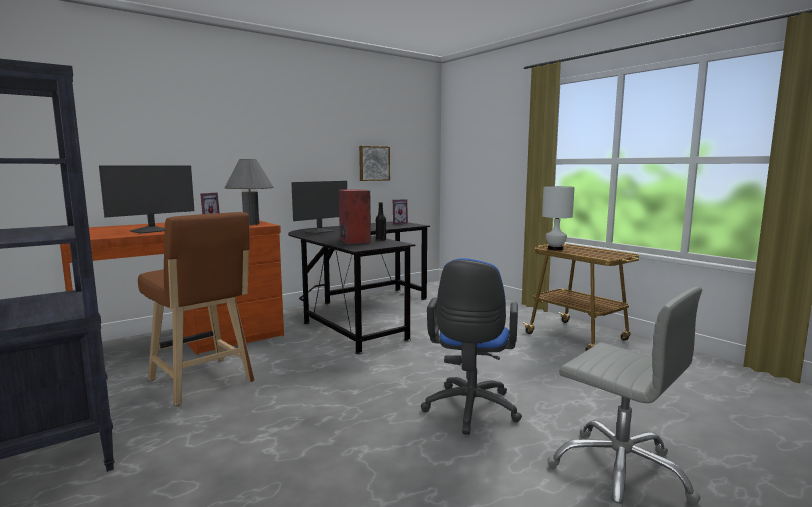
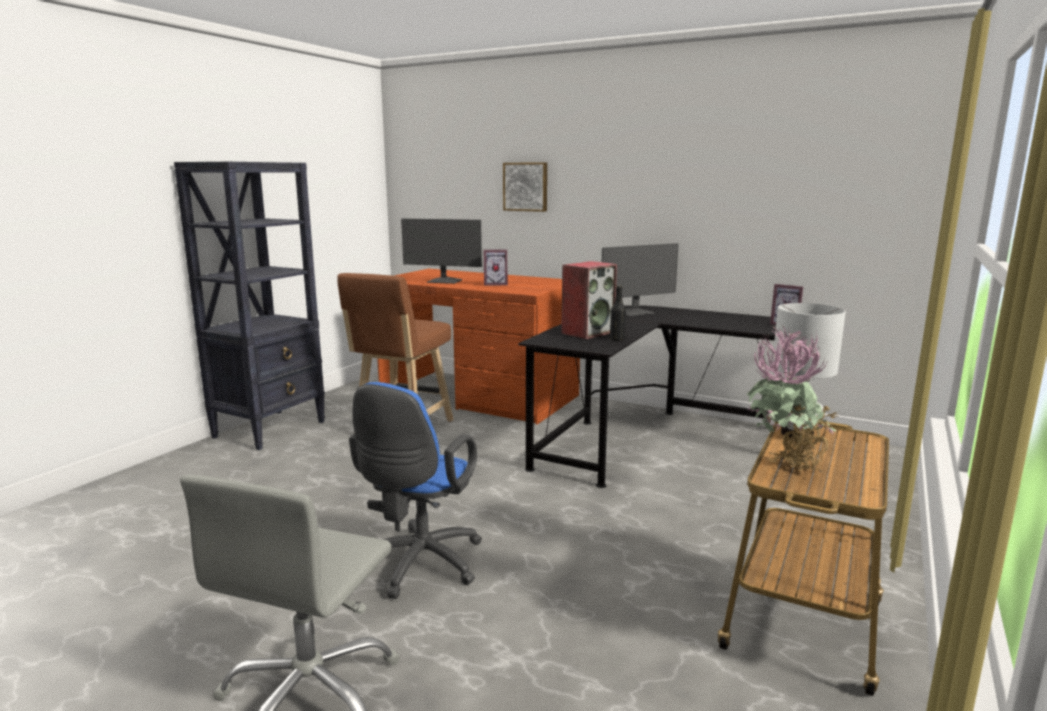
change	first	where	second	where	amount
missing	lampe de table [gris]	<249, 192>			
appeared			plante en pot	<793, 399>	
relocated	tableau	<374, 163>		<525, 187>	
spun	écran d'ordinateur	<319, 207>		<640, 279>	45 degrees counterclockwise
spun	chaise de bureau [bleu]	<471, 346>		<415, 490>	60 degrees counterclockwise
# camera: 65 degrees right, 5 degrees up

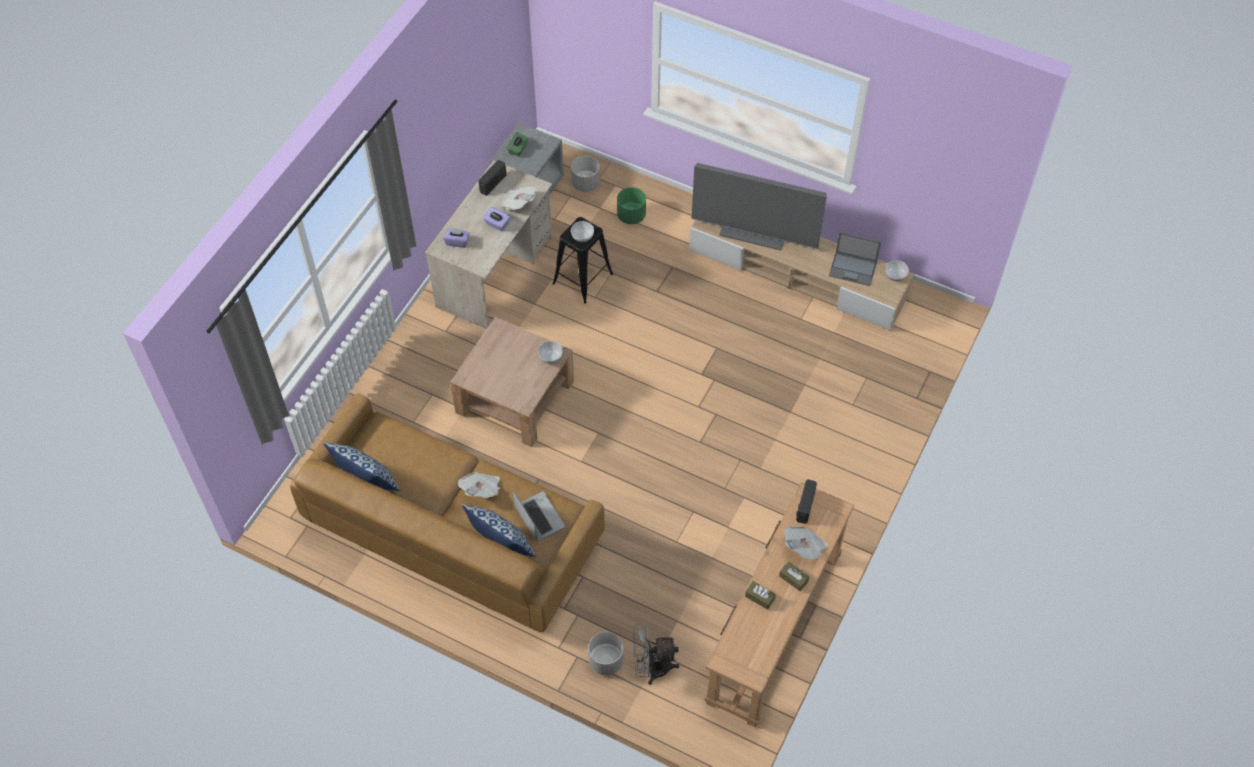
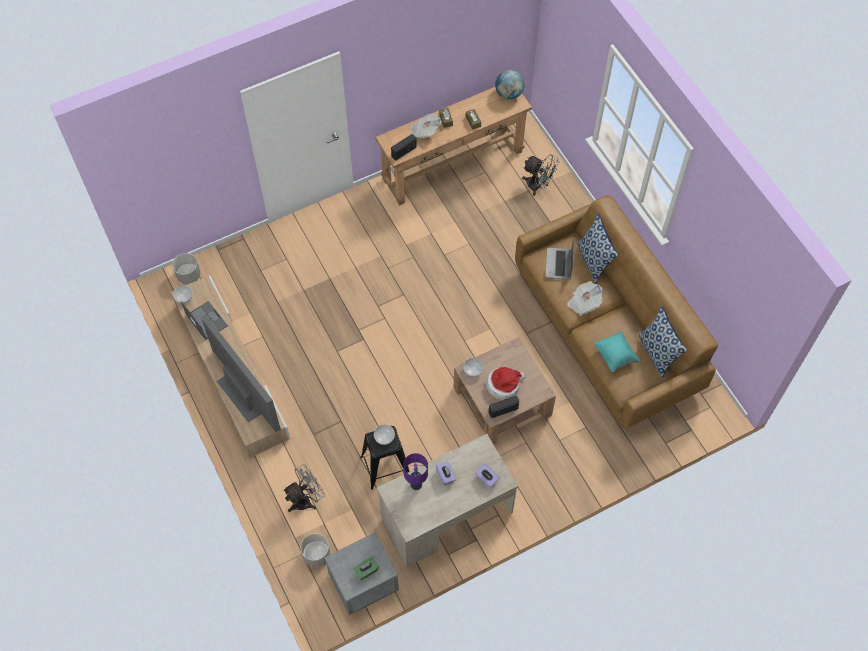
change	first	where	second	where	amount
appeared			chapeau	<506, 383>	
appeared			globe	<510, 85>	
appeared			coussin [turquoise]	<617, 351>	
relocated	radio	<492, 178>		<504, 407>	
relocated	cache-pot [gris]	<606, 653>		<186, 268>	
exchanged	journal	<518, 198>	lampe de table [violet]	<415, 471>	
exchanged	cache-pot [vert]	<631, 205>	ventilateur [gris]	<304, 488>	
# camera: 145 degrees left, 5 degrees up

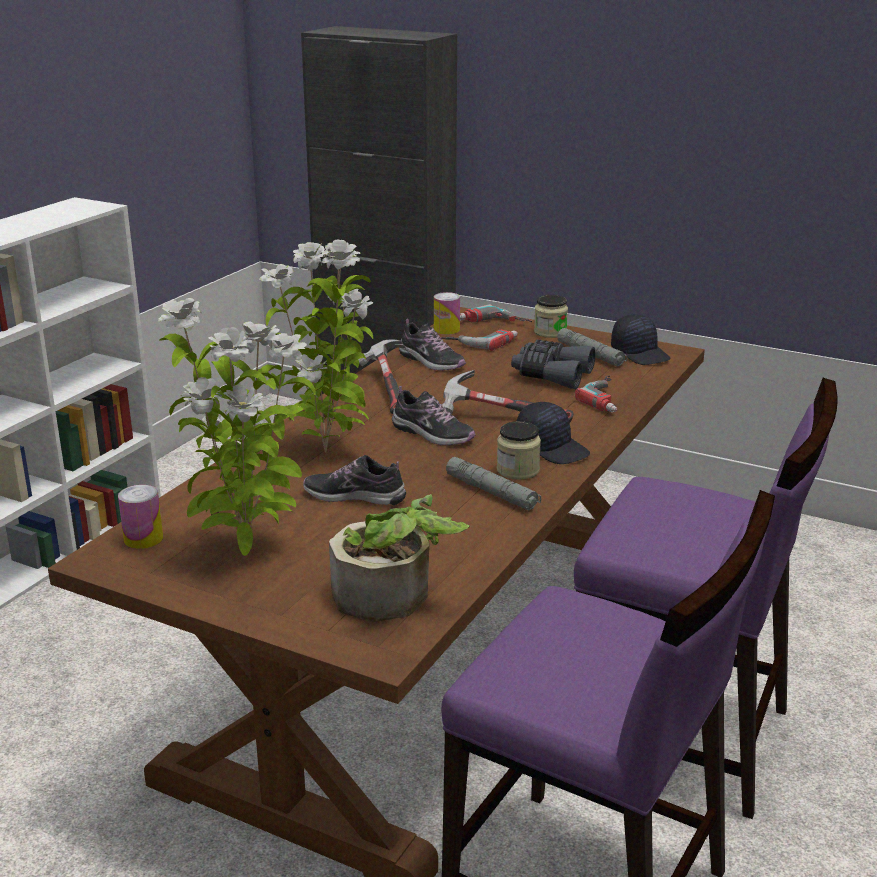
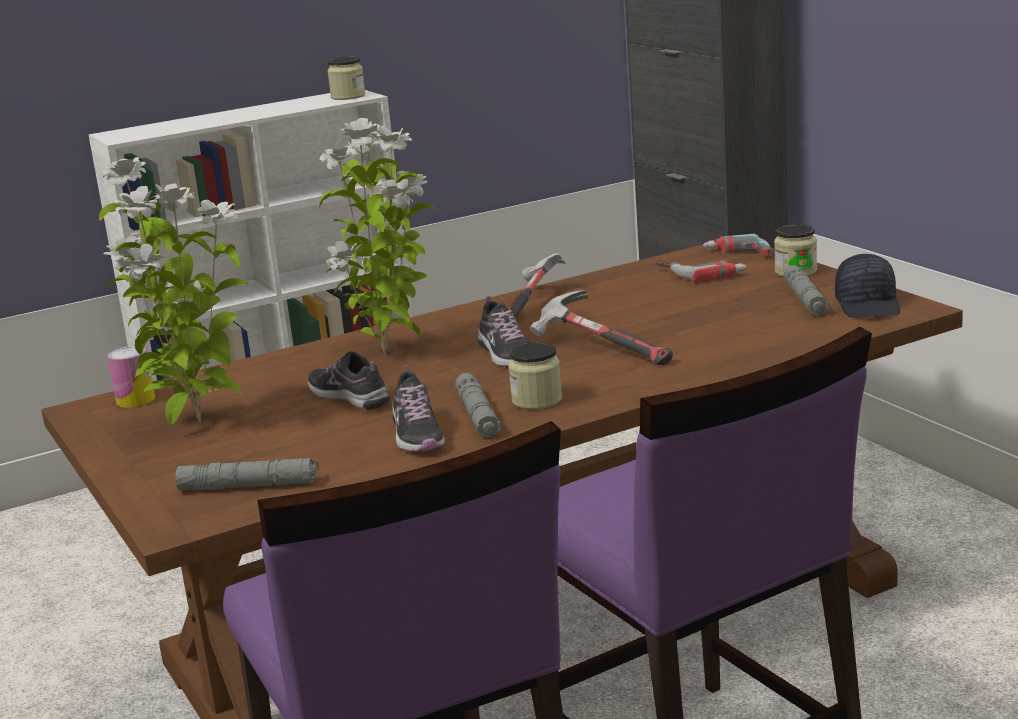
change	first	where	second	where	amount
missing	boîte métallique	<447, 313>			
missing	jumelles [gris]	<553, 364>			
missing	casquette [noir]	<553, 433>			
missing	perceuse	<596, 393>			
appeared			bocal	<346, 78>	
relocated	chaussure	<432, 345>		<418, 408>	
exchanged	plante en pot	<399, 558>	lampe de poche [gris]	<247, 474>	
# camera: 35 degrees right, 5 degrees down

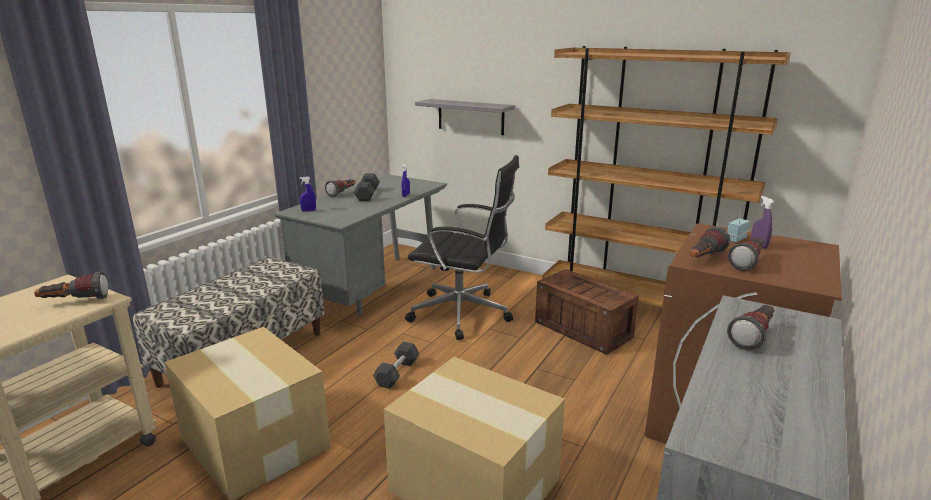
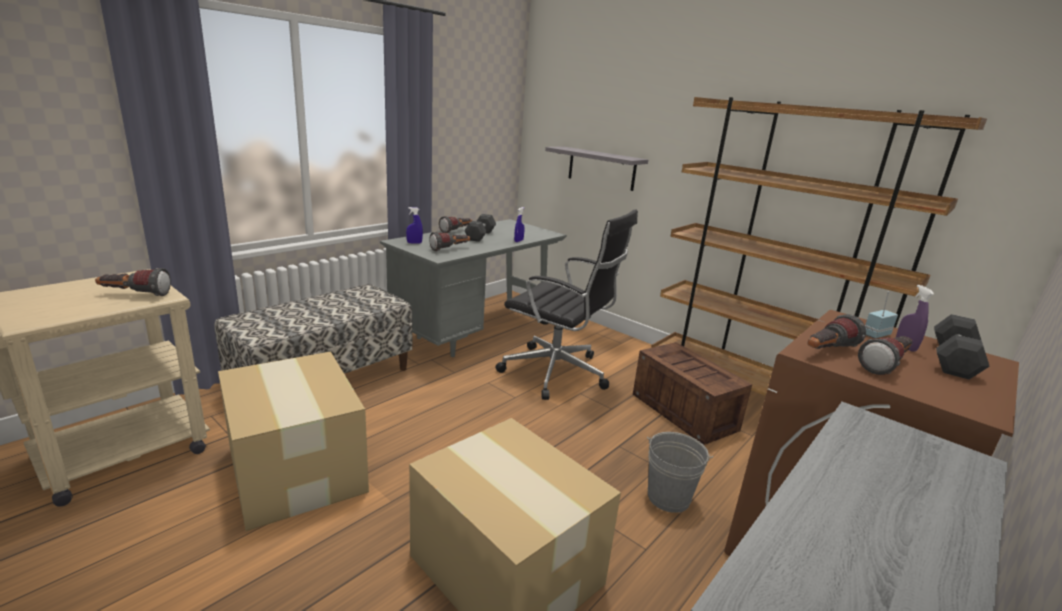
change	first	where	second	where	amount
appeared			seau [gris]	<680, 472>	
relocated	haltère [gris]	<396, 365>		<962, 346>	
relocated	lampe de poche	<750, 327>		<449, 241>	
# camera: 10 degrees right, 0 degrees up

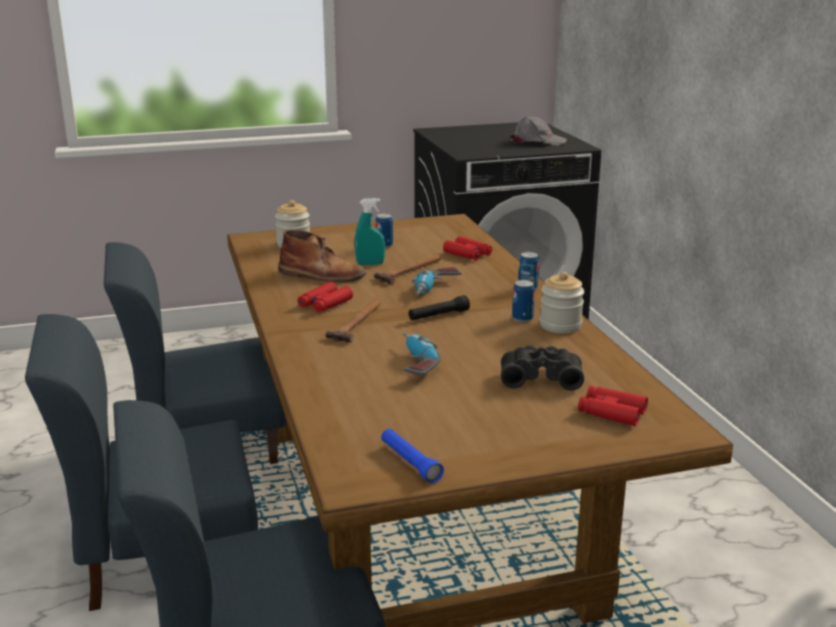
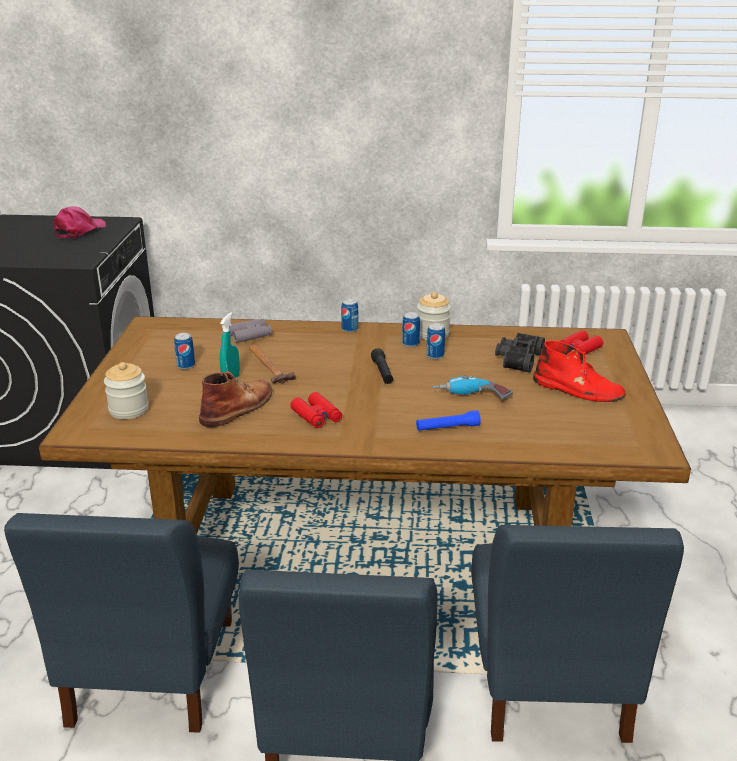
change	first	where	second	where	amount
missing	marteau	<353, 321>			
missing	perceuse	<437, 281>			
appeared			boîte métallique	<435, 341>	
appeared			botte [rouge]	<579, 371>	
relocated	lampe de poche [bleu]	<412, 456>		<448, 420>	
colour	jumelles [rouge]	<467, 248>	jumelles [gris]	<250, 331>	
colour	casquette [gris]	<538, 131>	casquette [rose]	<79, 222>	
# camera: 70 degrees left, 5 degrees up

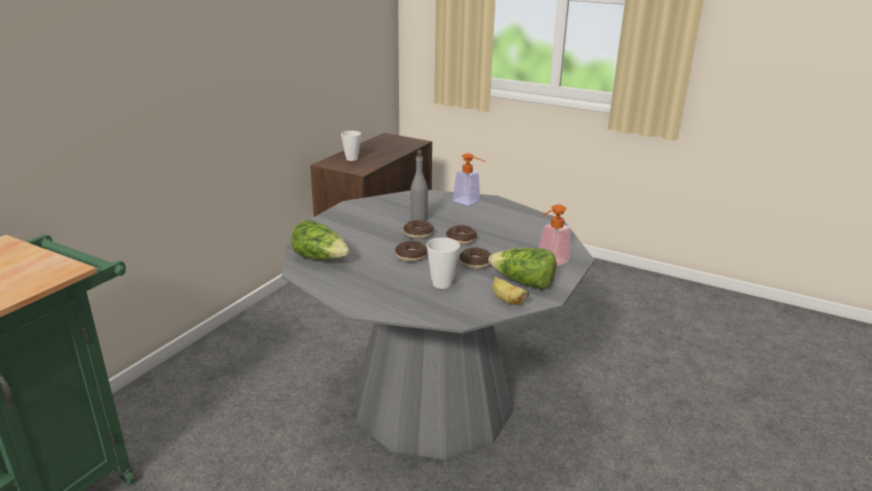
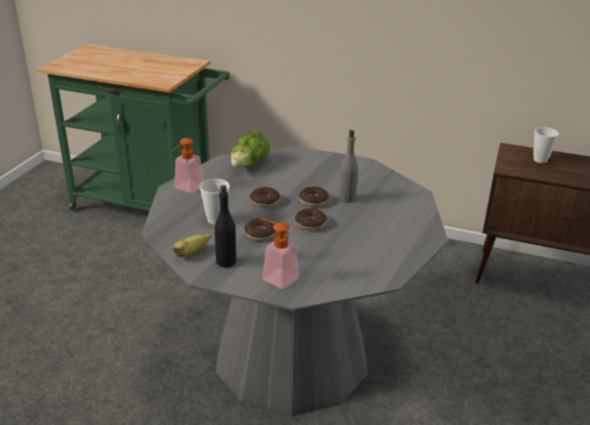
change	first	where	second	where	amount
relocated	distributeur de savon	<469, 179>		<188, 165>	
exchanged	laitue	<522, 269>	bouteille [noir]	<225, 226>	
# camera: 80 degrees right, 5 degrees up

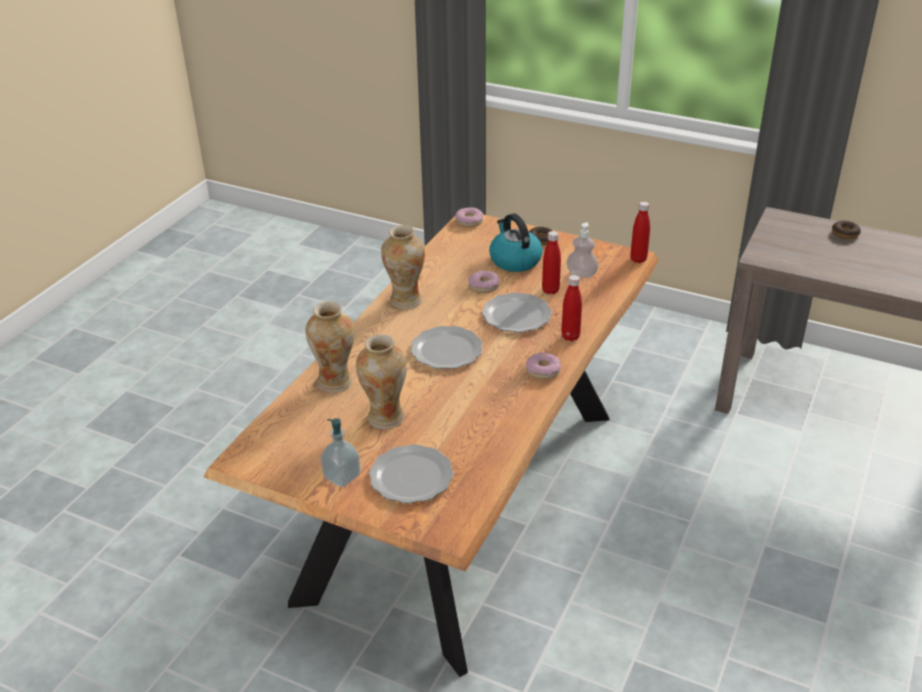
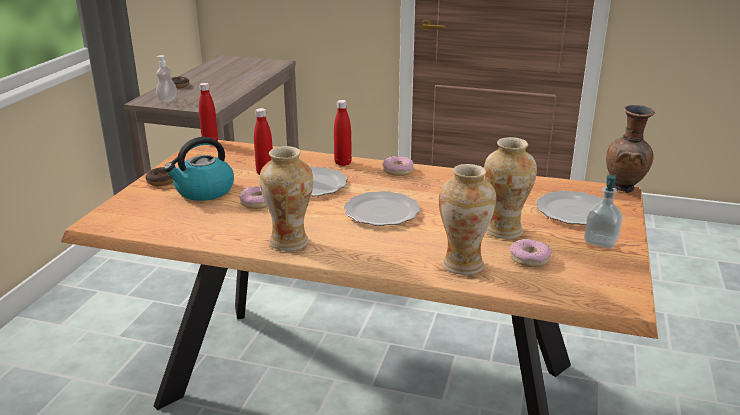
change	first	where	second	where	amount
appeared			vase [marron]	<630, 149>	
relocated	beignet	<469, 217>		<530, 253>	
relocated	distributeur de savon	<582, 250>		<166, 78>	
# camera: 100 degrees left, 10 degrees down

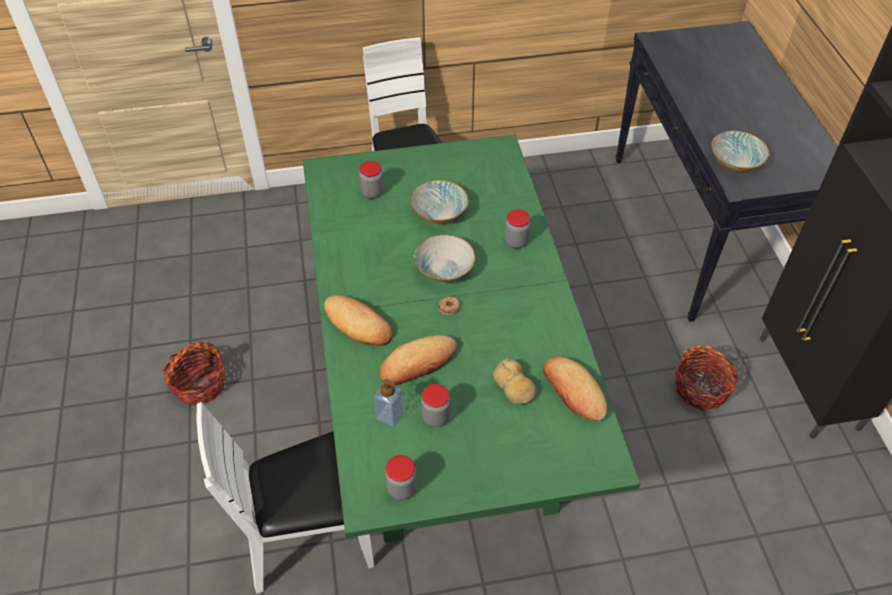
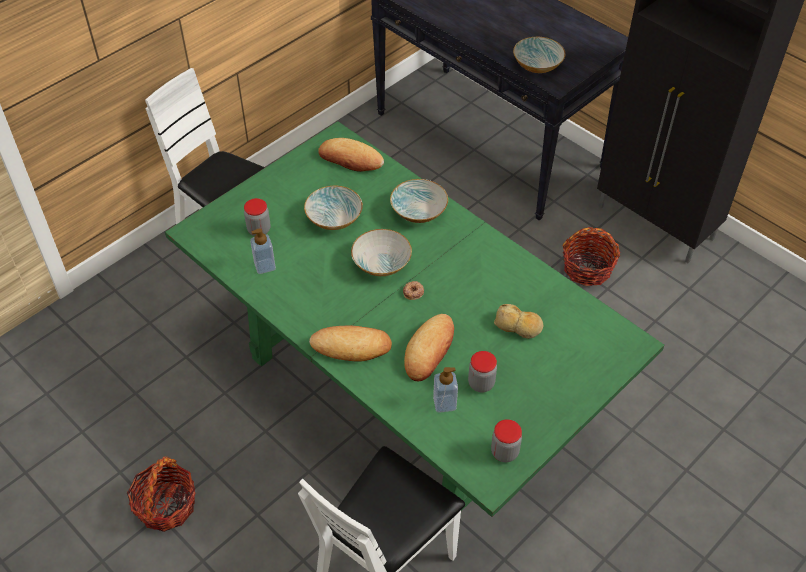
change	first	where	second	where	amount
appeared			distributeur de savon	<263, 251>	
relocated	pain	<575, 388>		<351, 155>	
exchanged	bocal	<517, 229>	bol	<419, 201>	
# camera: 35 degrees left, 0 degrees up

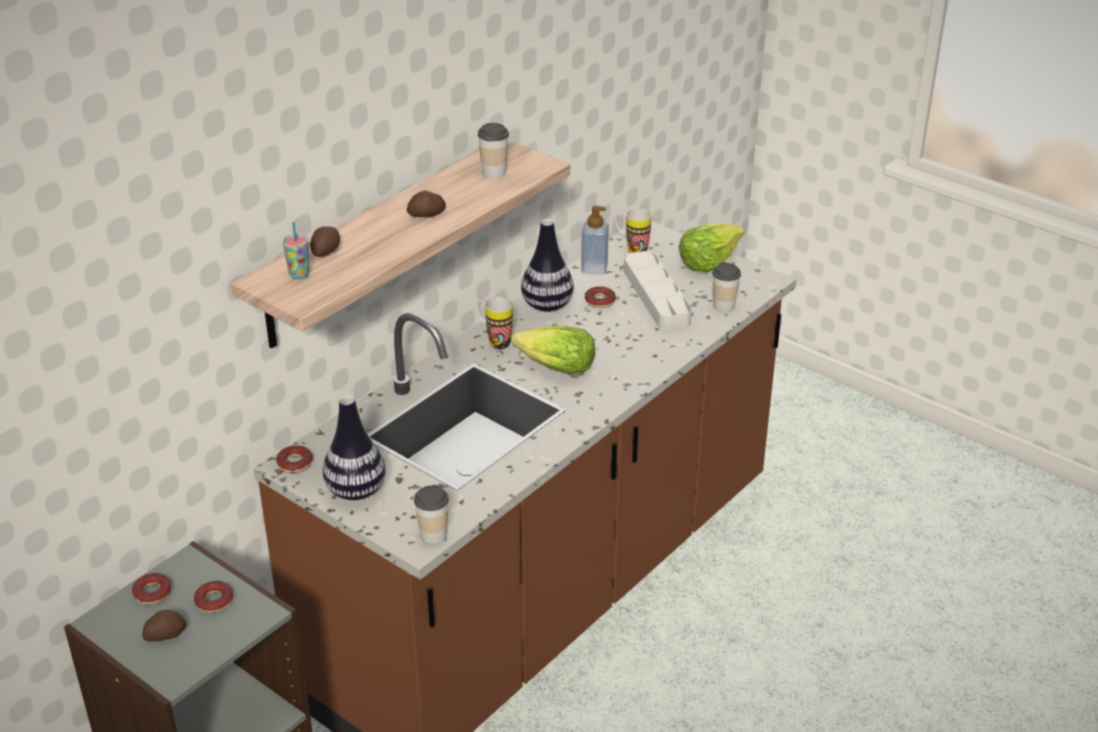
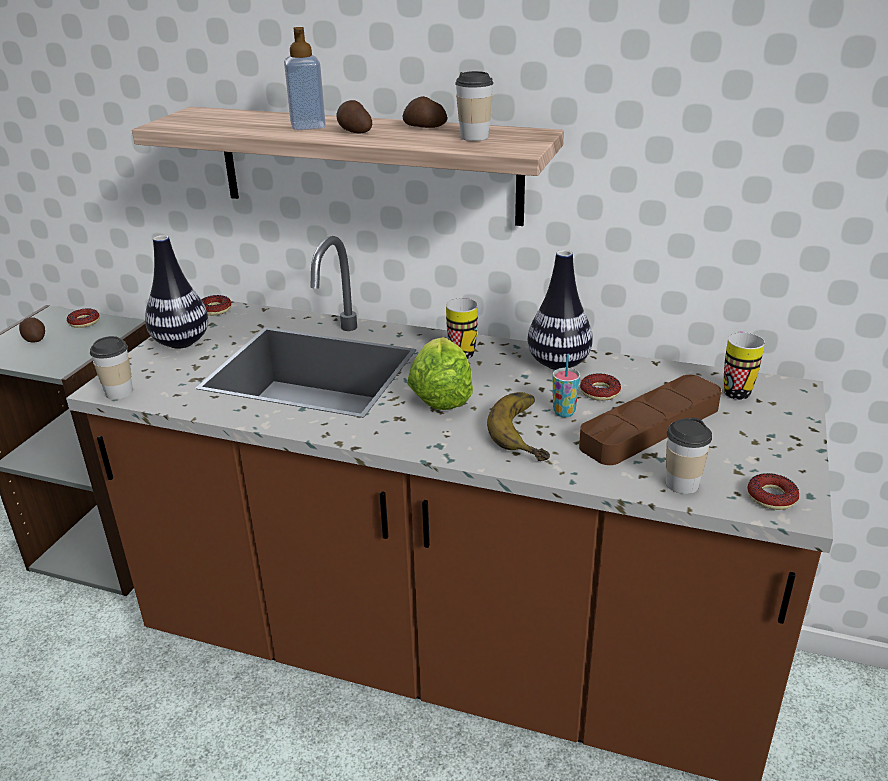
change	first	where	second	where	amount
missing	laitue	<711, 247>			
appeared			banane	<518, 426>	
relocated	beignet	<213, 597>		<773, 491>	
relocated	tasse	<296, 251>		<566, 385>	
relocated	pomme de terre	<325, 241>		<424, 112>	
relocated	distributeur de savon	<595, 240>		<305, 78>	
colour	plateau [gris]	<658, 290>	plateau [marron]	<650, 420>	
# camera: 70 degrees right, 5 degrees down

